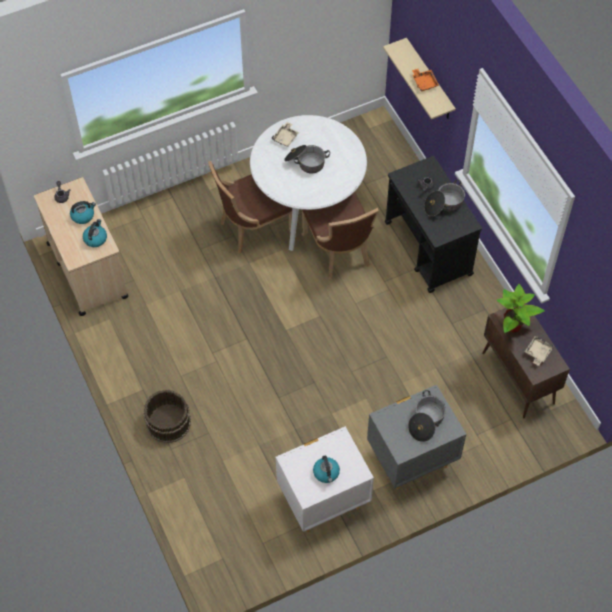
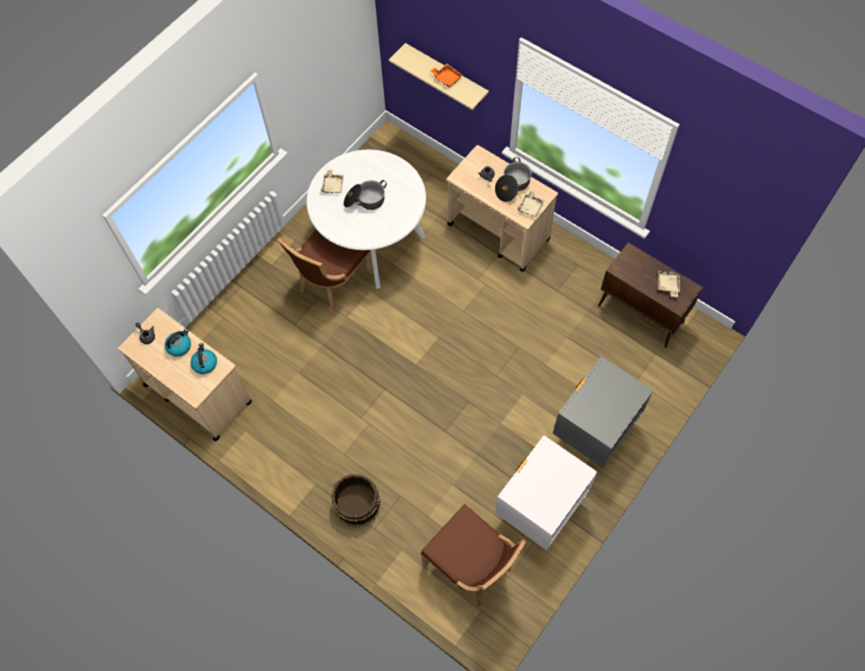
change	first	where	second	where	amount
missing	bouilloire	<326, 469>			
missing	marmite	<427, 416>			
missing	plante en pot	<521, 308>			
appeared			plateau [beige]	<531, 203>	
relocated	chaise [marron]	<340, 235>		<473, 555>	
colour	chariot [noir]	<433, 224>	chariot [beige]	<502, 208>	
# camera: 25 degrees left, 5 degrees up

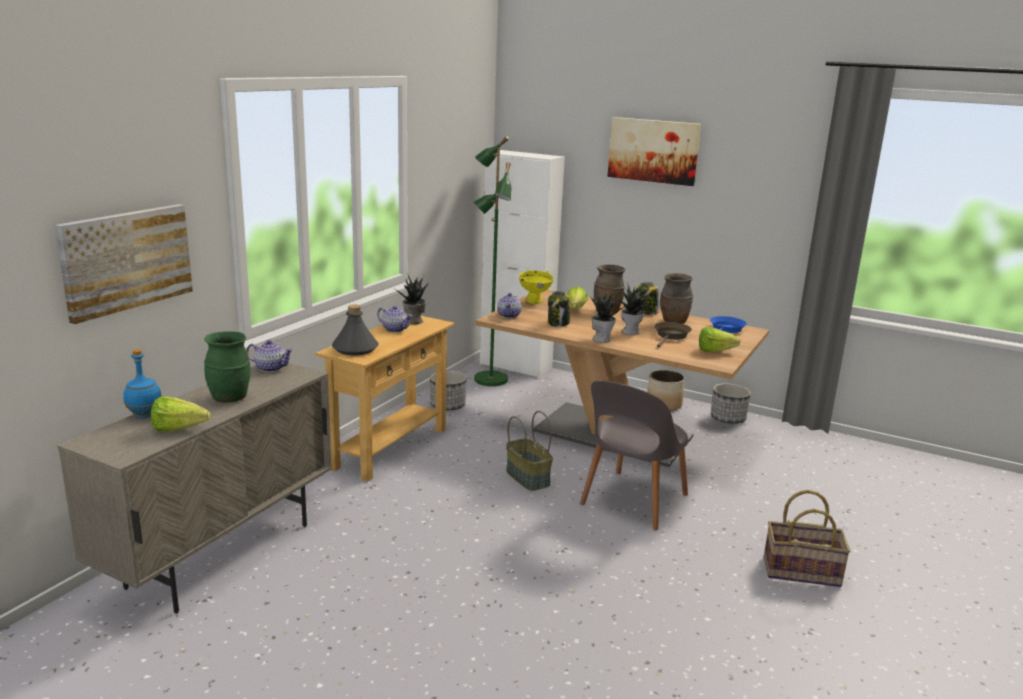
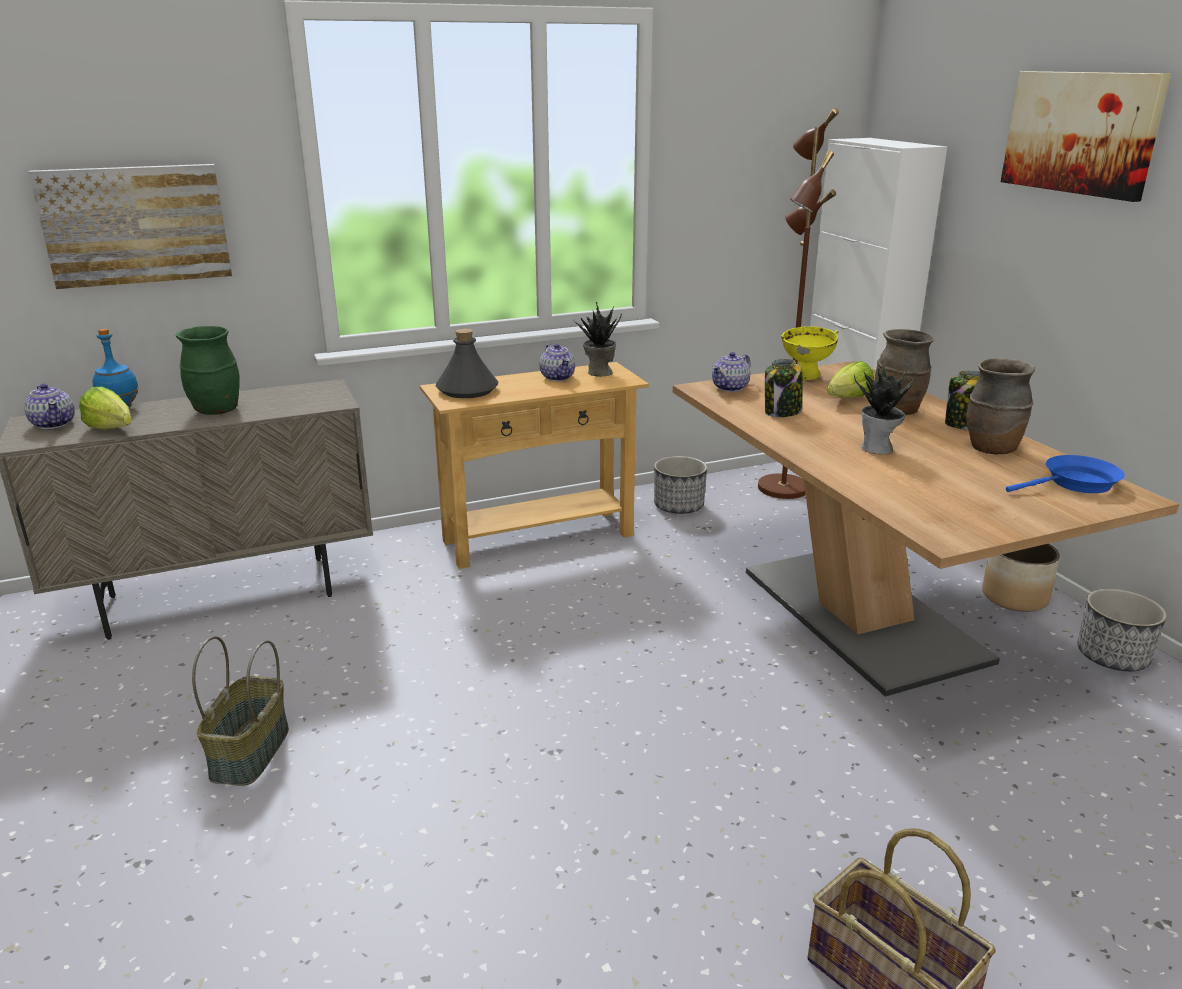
change	first	where	second	where	amount
missing	chaise [gris]	<634, 455>			
missing	plante en pot	<609, 317>			
missing	poêle [marron]	<673, 335>			
missing	laitue	<720, 339>			
relocated	théière	<269, 356>		<49, 406>	
relocated	panier	<529, 451>		<240, 711>	
colour	lampadaire [vert]	<492, 261>	lampadaire [marron]	<798, 303>	
# camera: 40 degrees right, 5 degrees up

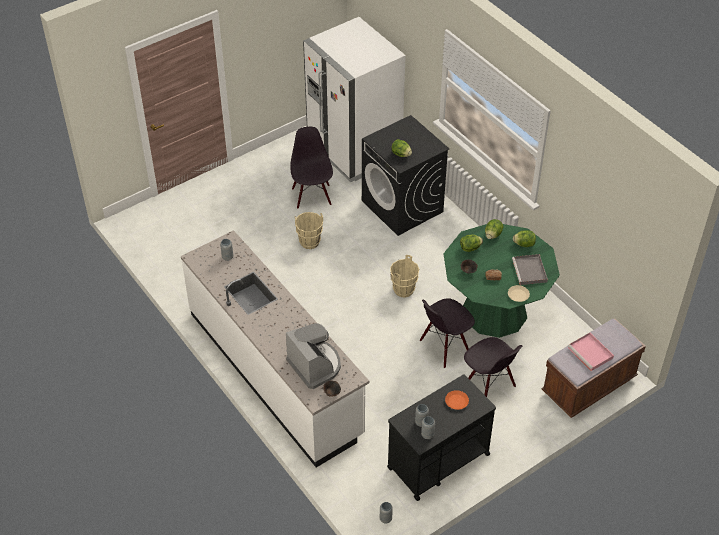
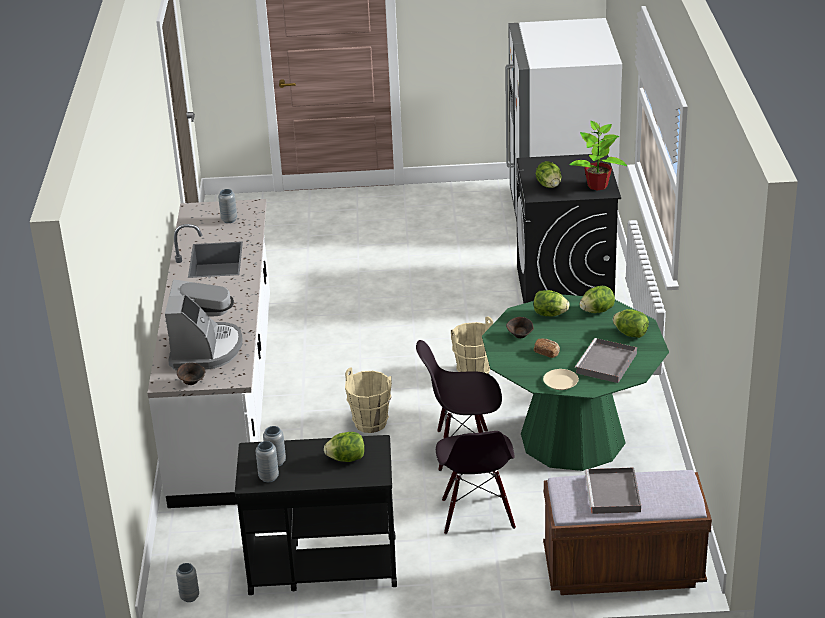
change	first	where	second	where	amount
missing	chaise [noir]	<311, 168>			
appeared			plante en pot	<598, 156>	
relocated	seau [beige]	<309, 230>		<368, 400>	
exchanged	assiette [orange]	<457, 400>	laitue	<344, 447>	
colour	plateau [rose]	<591, 351>	plateau [gris]	<613, 491>	
# camera: 35 degrees right, 15 degrees down

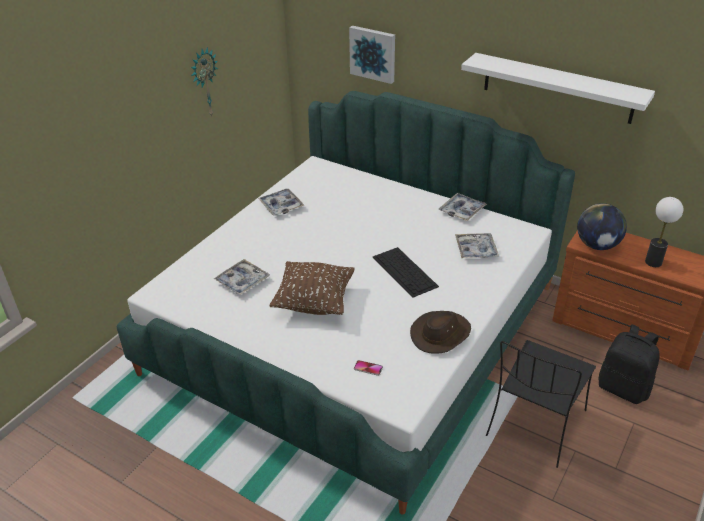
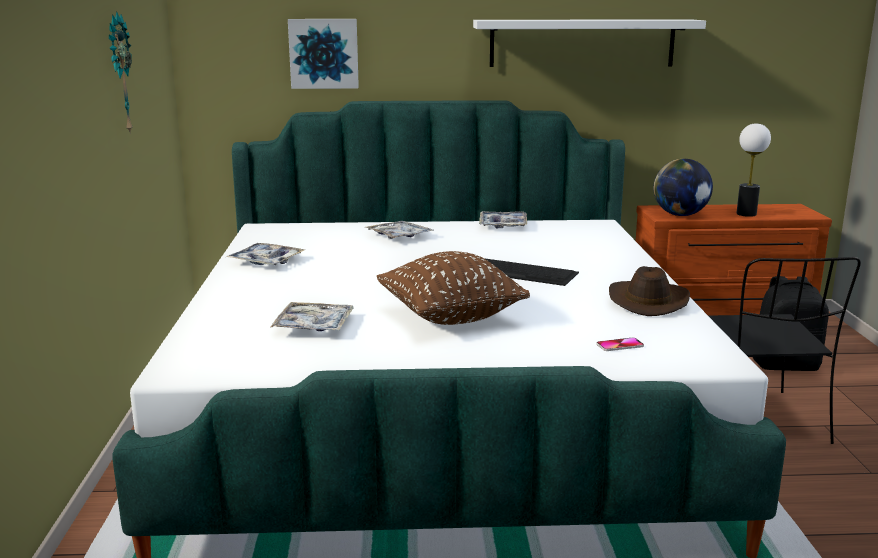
change	first	where	second	where	amount
relocated	plateau	<477, 245>		<400, 230>	
# camera: 35 degrees left, 20 degrees down

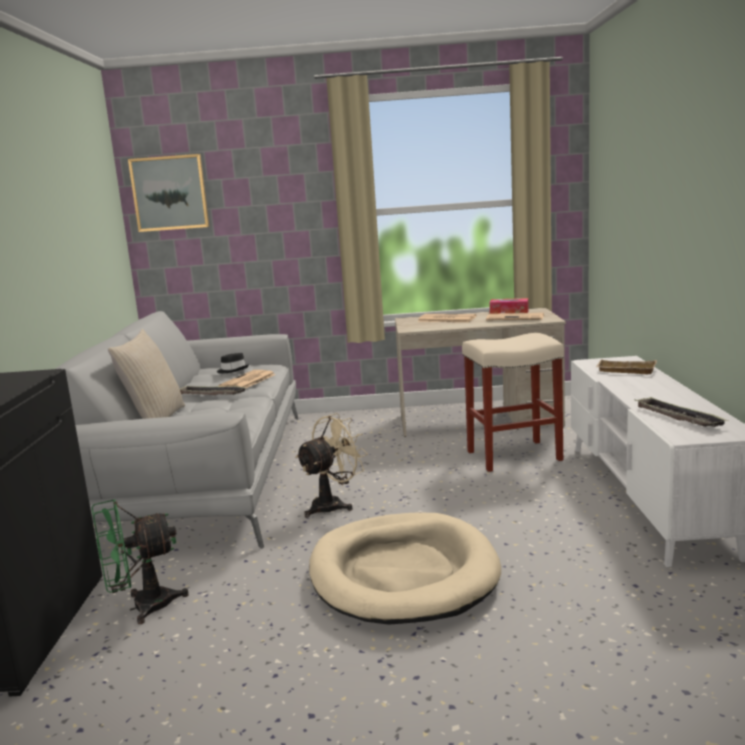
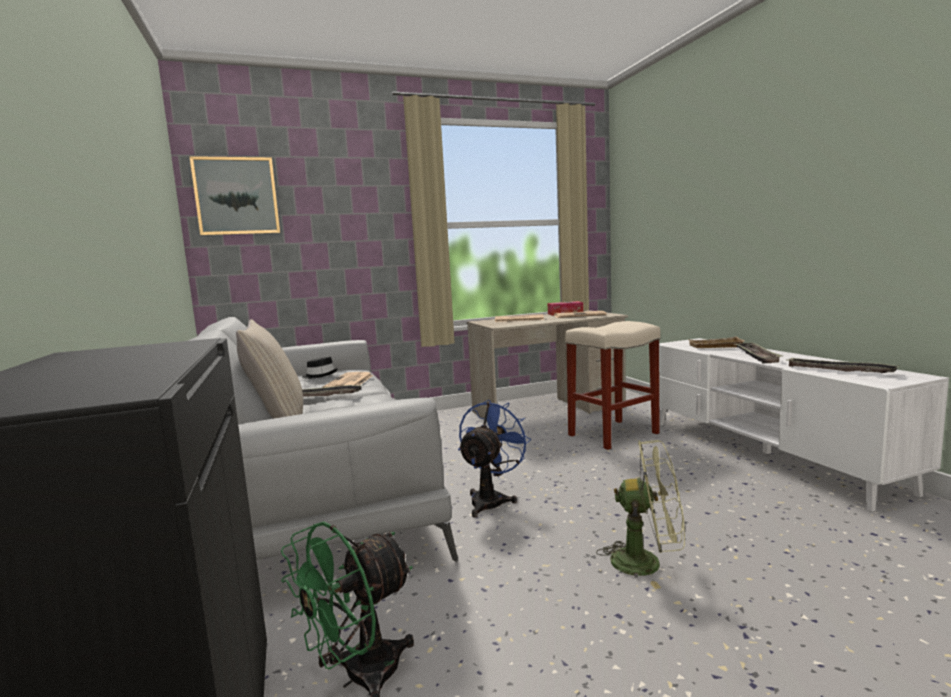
change	first	where	second	where	amount
appeared			plateau	<759, 352>	
exchanged	panier pour chien [beige]	<405, 568>	ventilateur [vert]	<640, 514>	
colour	ventilateur [beige]	<331, 465>	ventilateur [bleu]	<494, 458>	
# camera: 20 degrees left, 5 degrees down

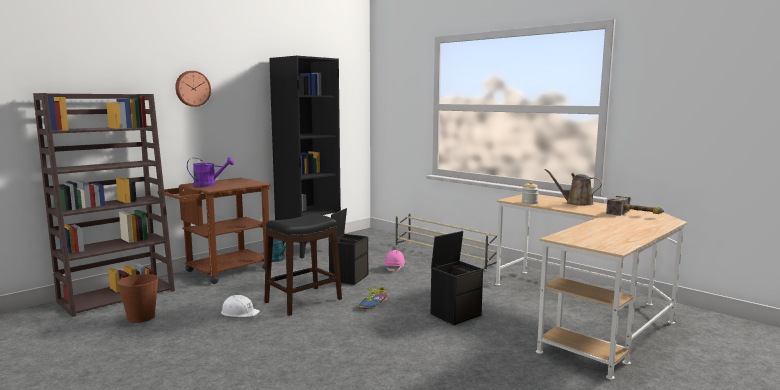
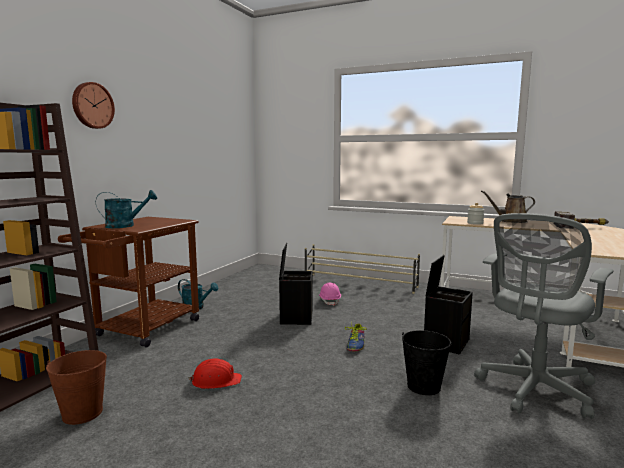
change	first	where	second	where	amount
missing	tabouret [noir]	<303, 264>			
missing	bibliothèque [noir]	<305, 157>			
appeared			seau [noir]	<427, 362>	
appeared			chaise de bureau [gris]	<544, 316>	
colour	arrosoir [violet]	<210, 172>	arrosoir [turquoise]	<126, 209>	
colour	casque de chantier [blanc]	<240, 306>	casque de chantier [rouge]	<215, 374>	
# camera: 20 degrees left, 0 degrees up

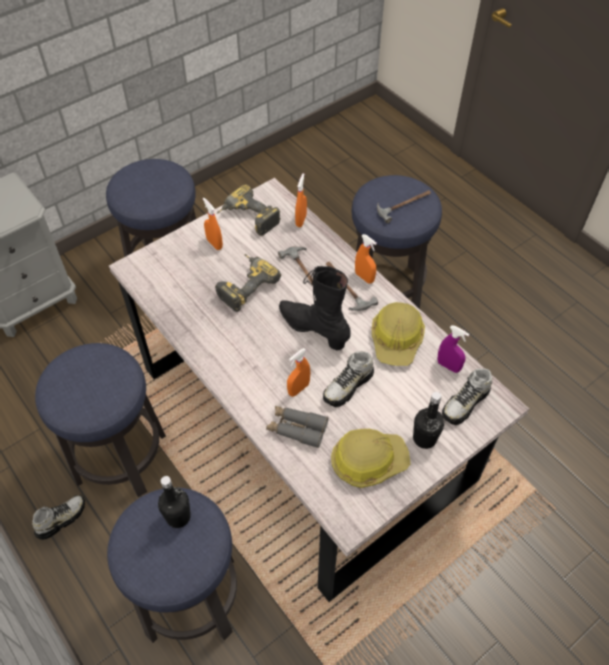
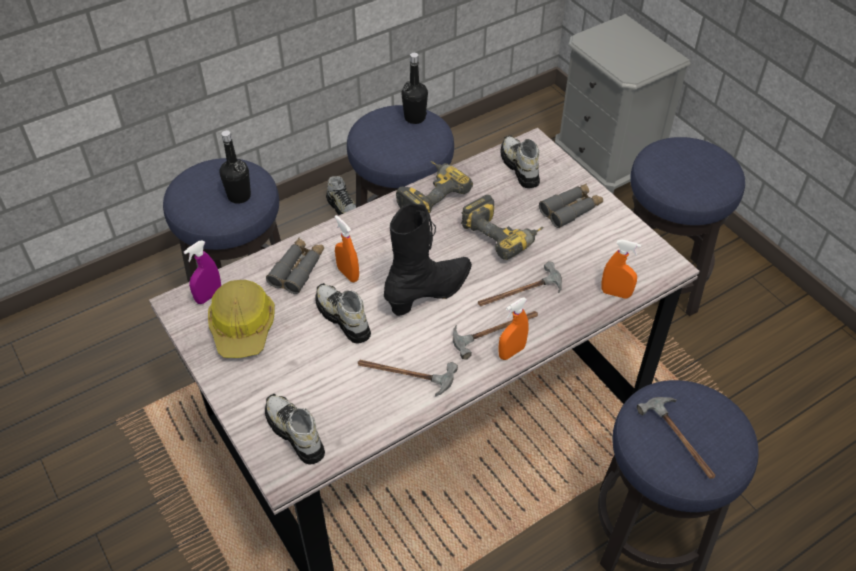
change	first	where	second	where	amount
appeared			chaussure	<520, 162>	
relocated	perceuse	<249, 210>		<434, 187>	
relocated	bouteille [noir]	<428, 420>		<414, 88>	
relocated	vaporisateur [violet]	<453, 349>		<202, 272>	
exchanged	vaporisateur [orange]	<213, 224>	jumelles [gris]	<571, 205>	
exchanged	casque de chantier	<398, 334>	marteau	<408, 378>	
# camera: 95 degrees right, 5 degrees down

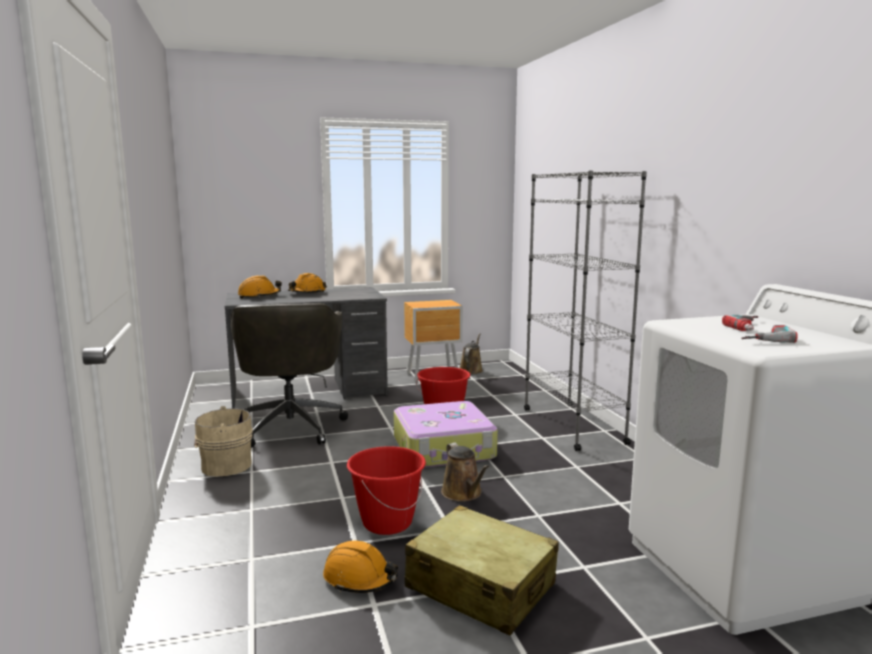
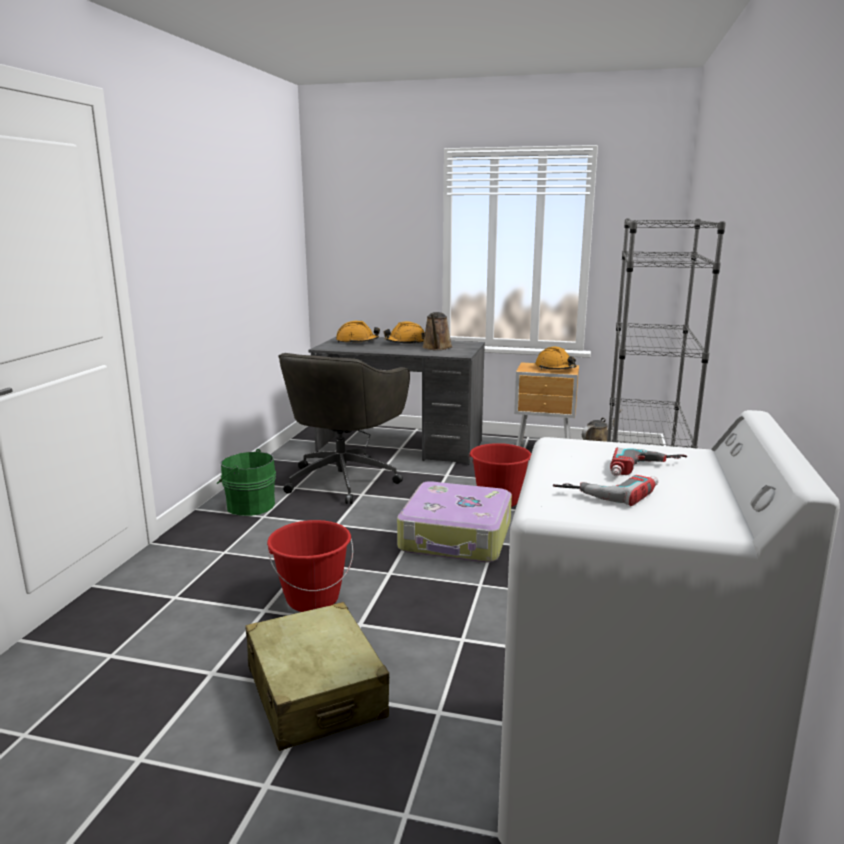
change	first	where	second	where	amount
relocated	casque de chantier [orange]	<360, 567>		<556, 358>	
relocated	arrosoir [marron]	<465, 472>		<437, 331>	
colour	seau [beige]	<223, 441>	seau [vert]	<246, 482>	
# camera: 30 degrees right, 5 degrees up

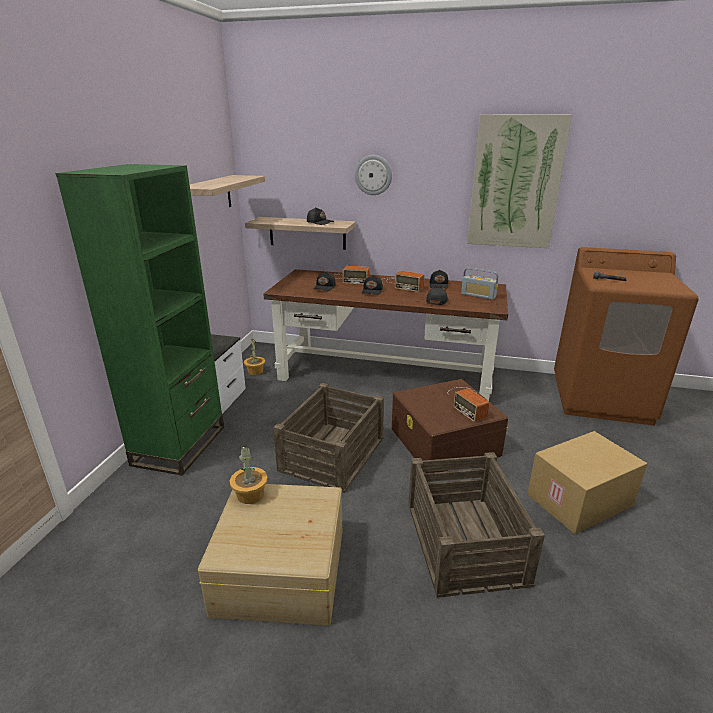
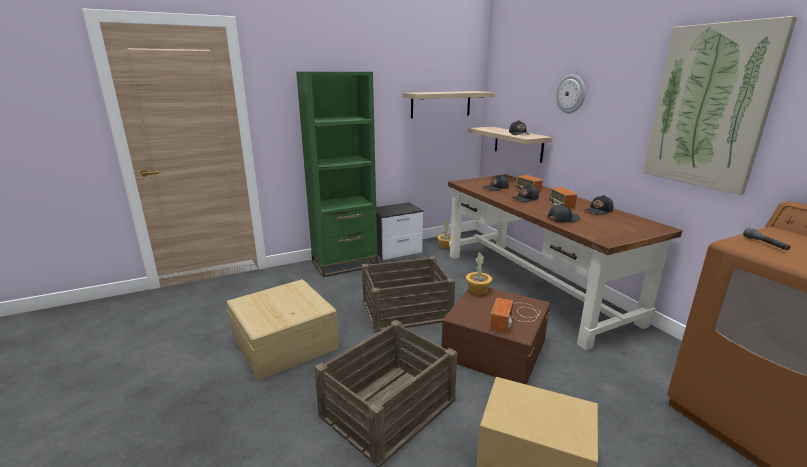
change	first	where	second	where	amount
missing	radio	<479, 284>			
relocated	plante en pot	<249, 474>		<479, 273>	
# camera: 50 degrees right, 5 degrees down

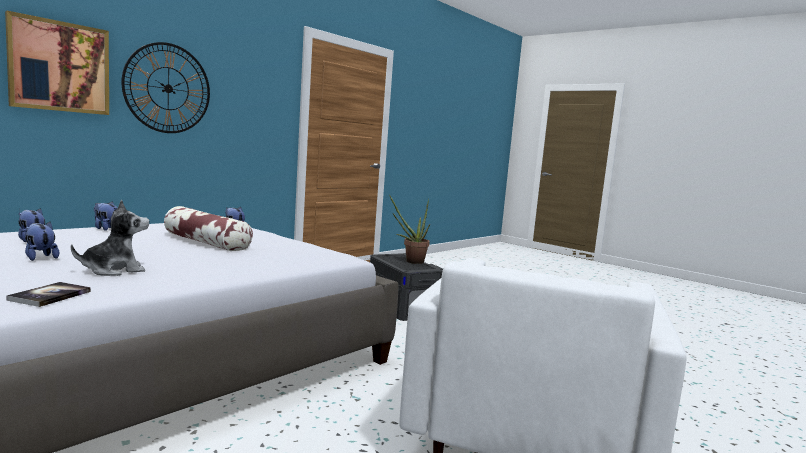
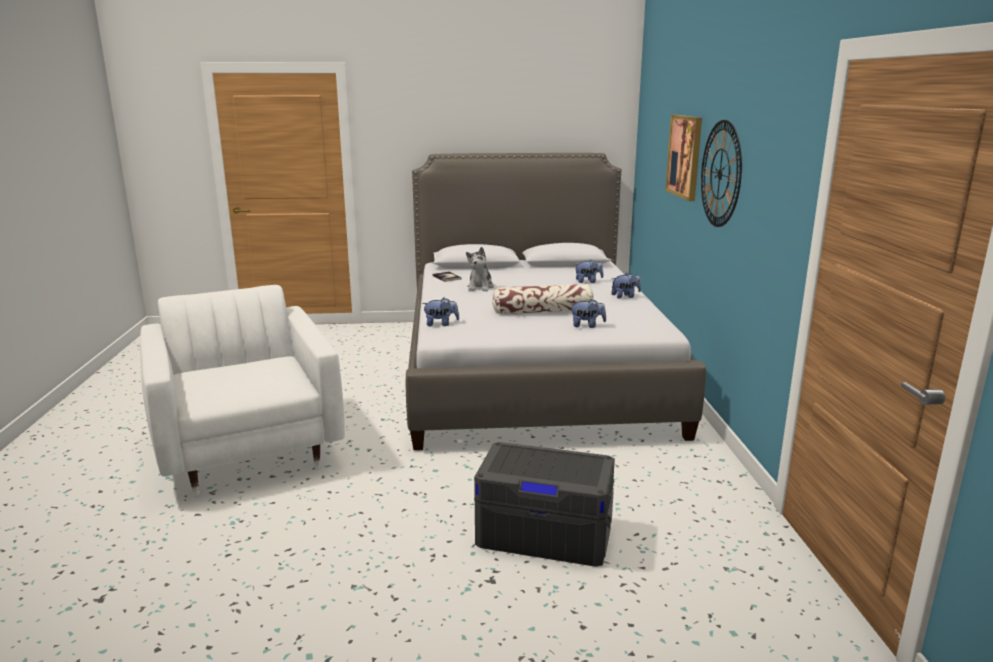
change	first	where	second	where	amount
missing	plante en pot	<409, 229>			
relocated	peluche	<42, 241>		<440, 311>	
# camera: 135 degrees right, 10 degrees up

